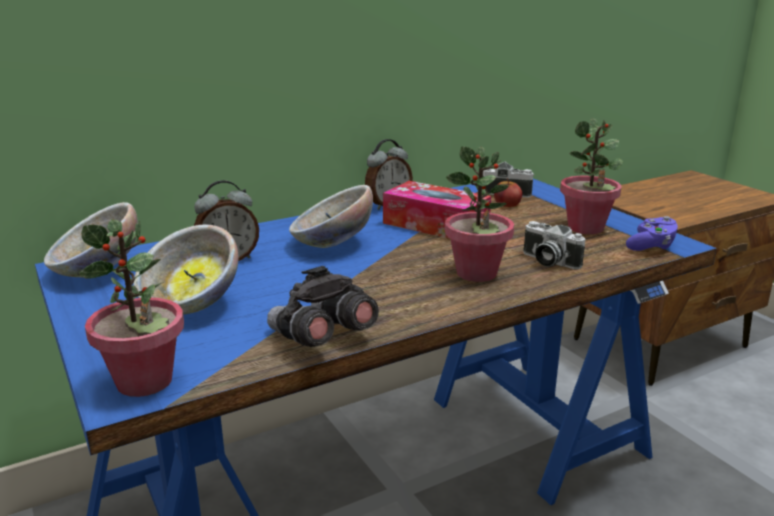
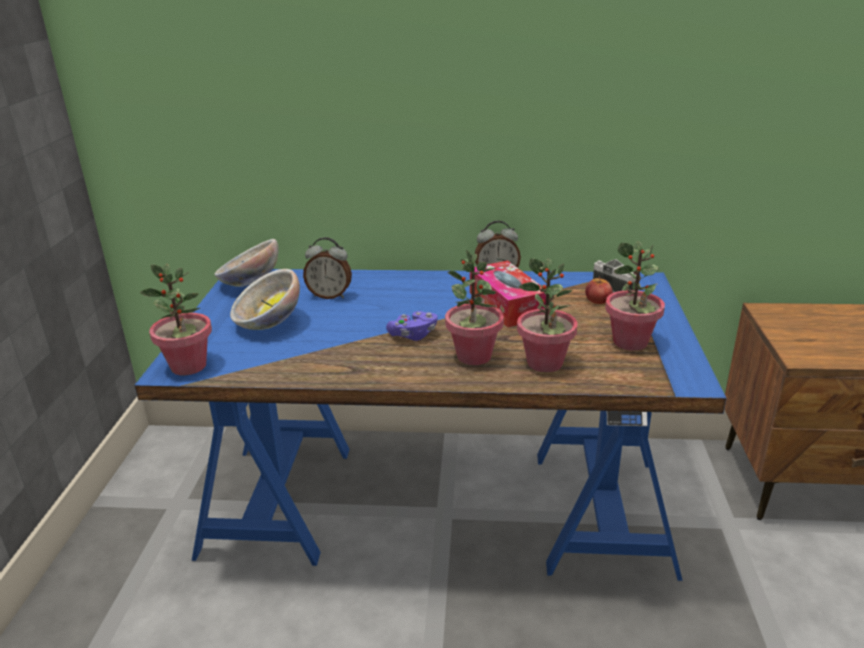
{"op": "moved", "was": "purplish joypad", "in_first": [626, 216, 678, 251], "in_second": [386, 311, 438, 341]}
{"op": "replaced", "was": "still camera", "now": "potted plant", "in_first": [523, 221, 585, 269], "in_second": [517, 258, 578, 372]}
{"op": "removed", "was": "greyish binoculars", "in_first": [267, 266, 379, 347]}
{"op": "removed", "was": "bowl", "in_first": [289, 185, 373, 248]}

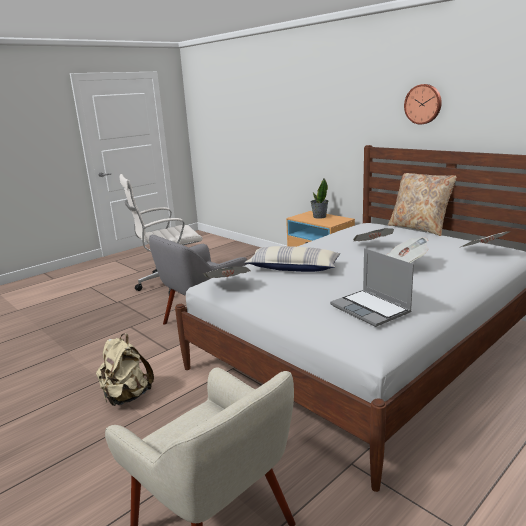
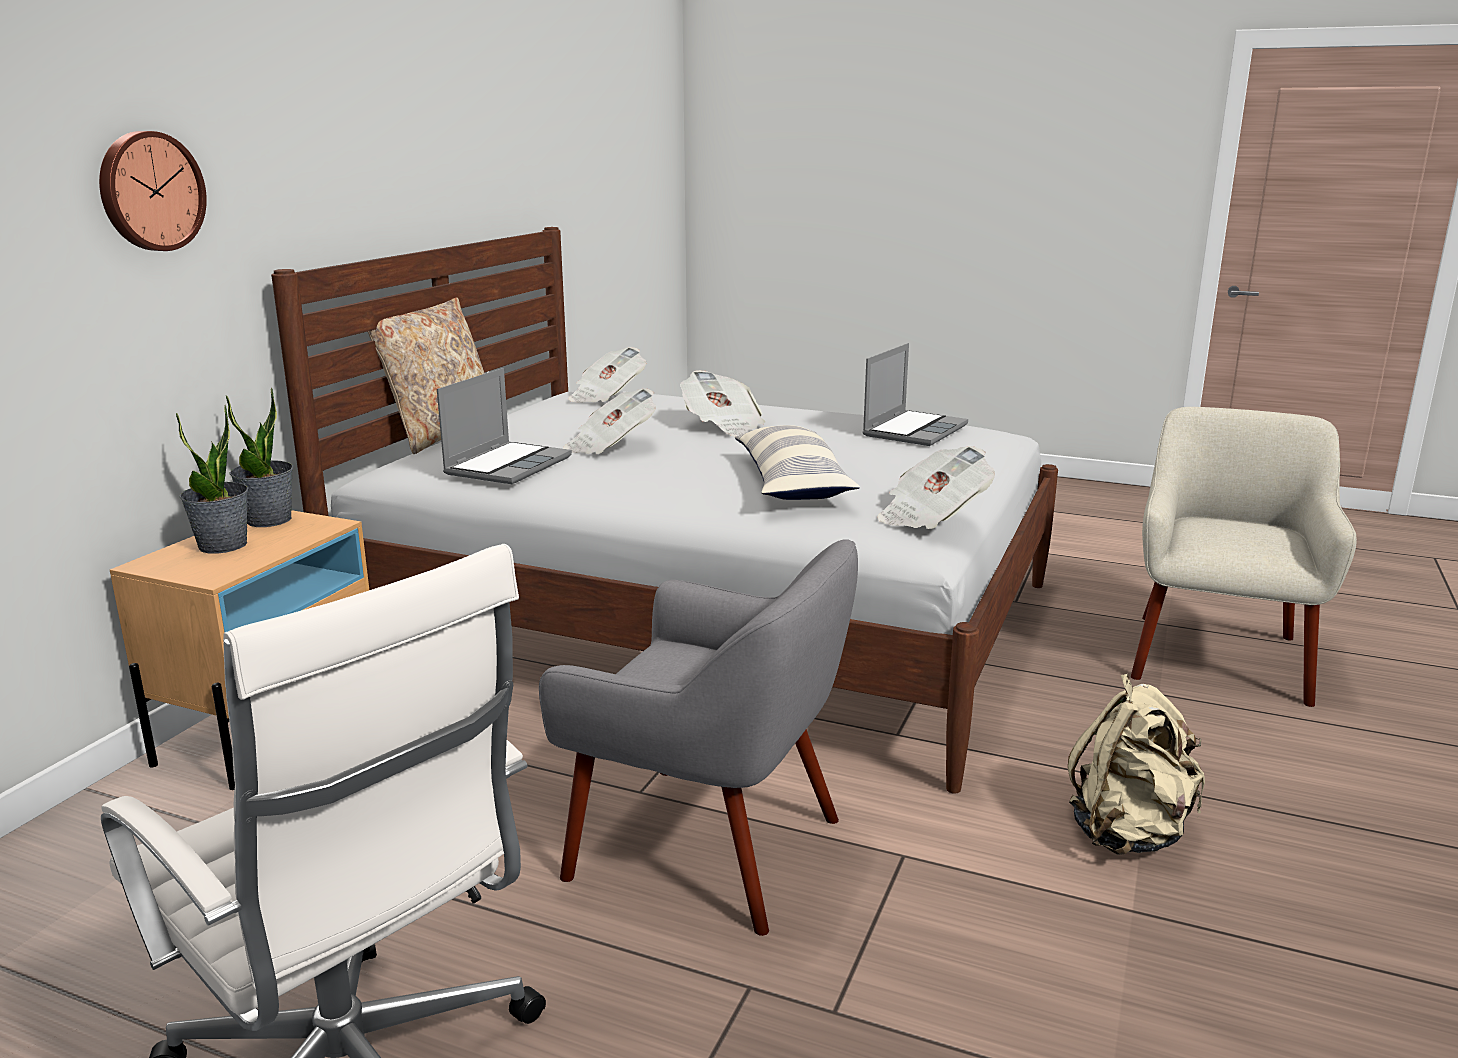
{"op": "moved", "was": "hanging clock", "in_first": [404, 84, 442, 124], "in_second": [99, 131, 207, 251]}
{"op": "added", "now": "potted plant", "in_second": [226, 387, 293, 527]}
{"op": "added", "now": "laptop", "in_second": [437, 368, 572, 484]}

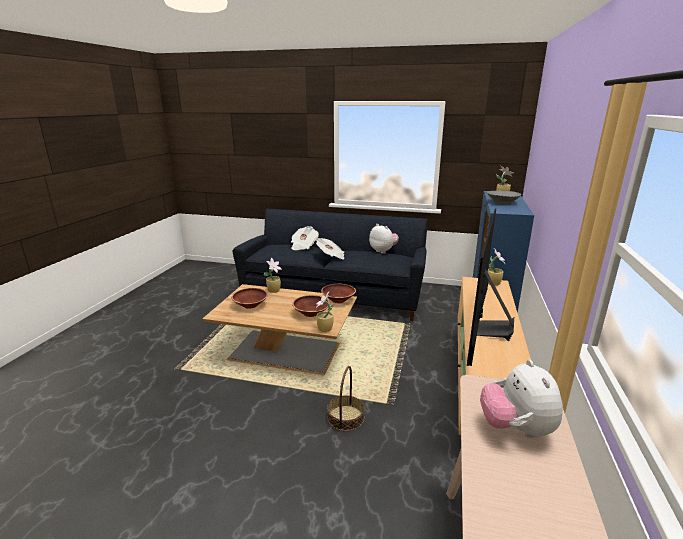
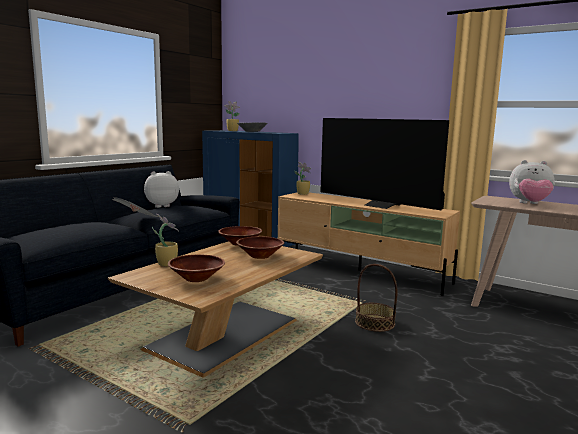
{"op": "removed", "was": "newspaper", "in_first": [291, 226, 319, 250]}
{"op": "removed", "was": "potted plant", "in_first": [316, 291, 334, 332]}

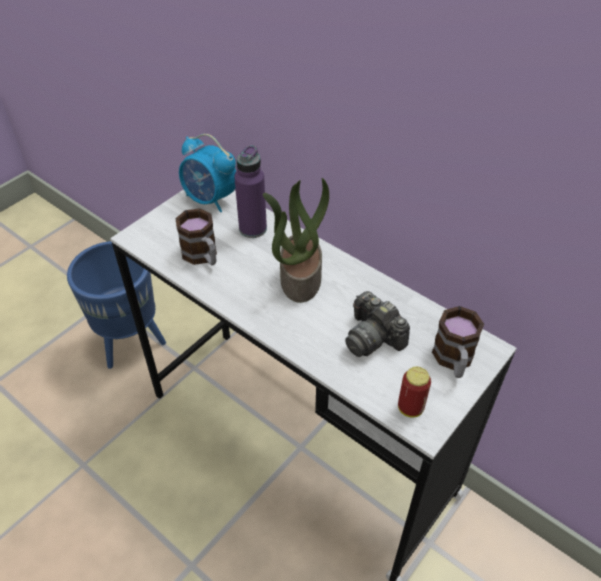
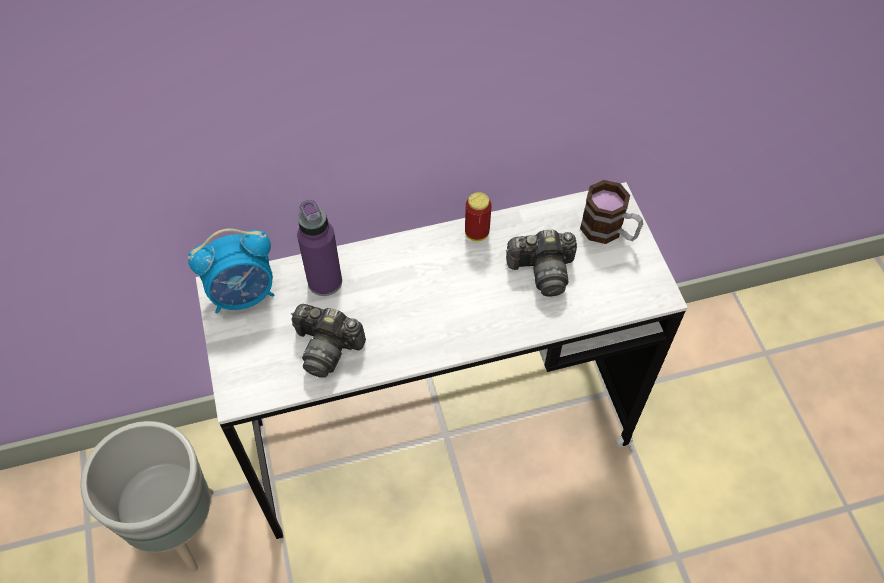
{"op": "recoloured", "was": "bluish flower pot", "now": "greyish flower pot", "in_first": [67, 241, 166, 369], "in_second": [80, 421, 214, 572]}
{"op": "replaced", "was": "tea mug", "now": "still camera", "in_first": [175, 208, 217, 265], "in_second": [291, 304, 366, 378]}
{"op": "moved", "was": "sealed can", "in_first": [398, 366, 431, 417], "in_second": [465, 192, 492, 241]}
{"op": "removed", "was": "potted plant", "in_first": [263, 178, 329, 303]}

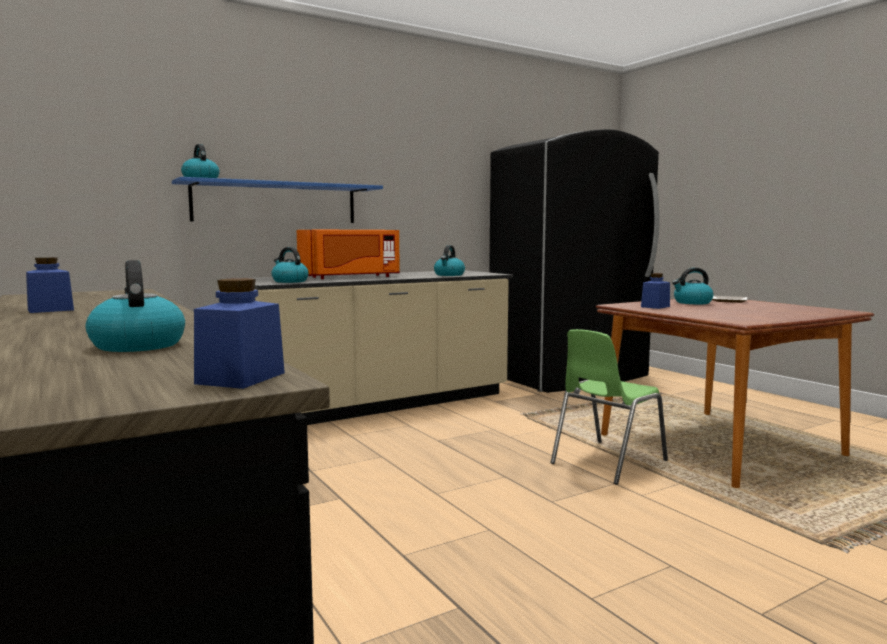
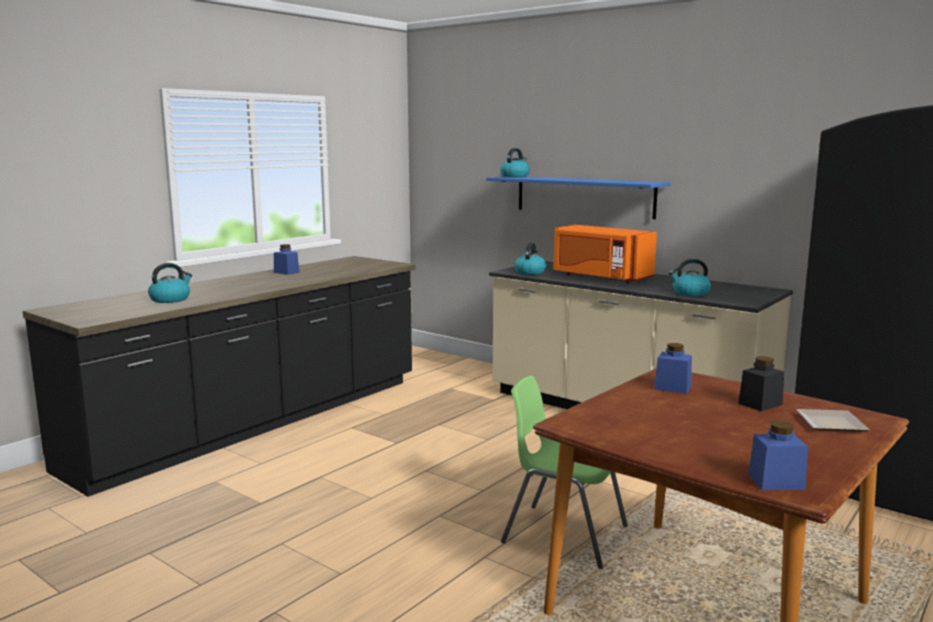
{"op": "replaced", "was": "tea kettle", "now": "blackish jar", "in_first": [672, 268, 714, 304], "in_second": [738, 356, 784, 411]}
{"op": "moved", "was": "bluish jar", "in_first": [194, 278, 285, 389], "in_second": [748, 420, 808, 490]}

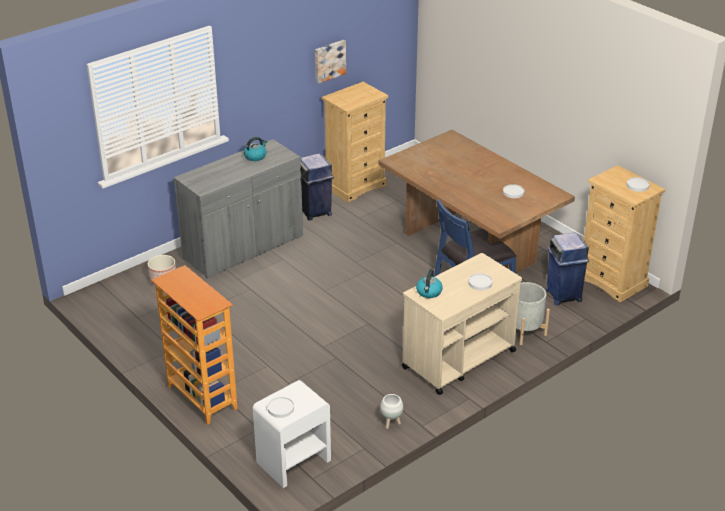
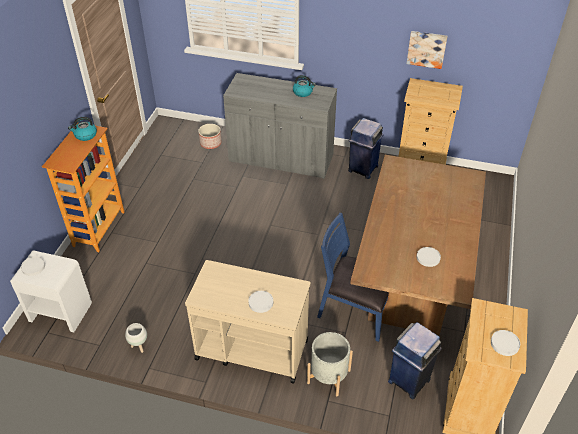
{"op": "moved", "was": "tea kettle", "in_first": [416, 269, 443, 298], "in_second": [68, 117, 97, 141]}

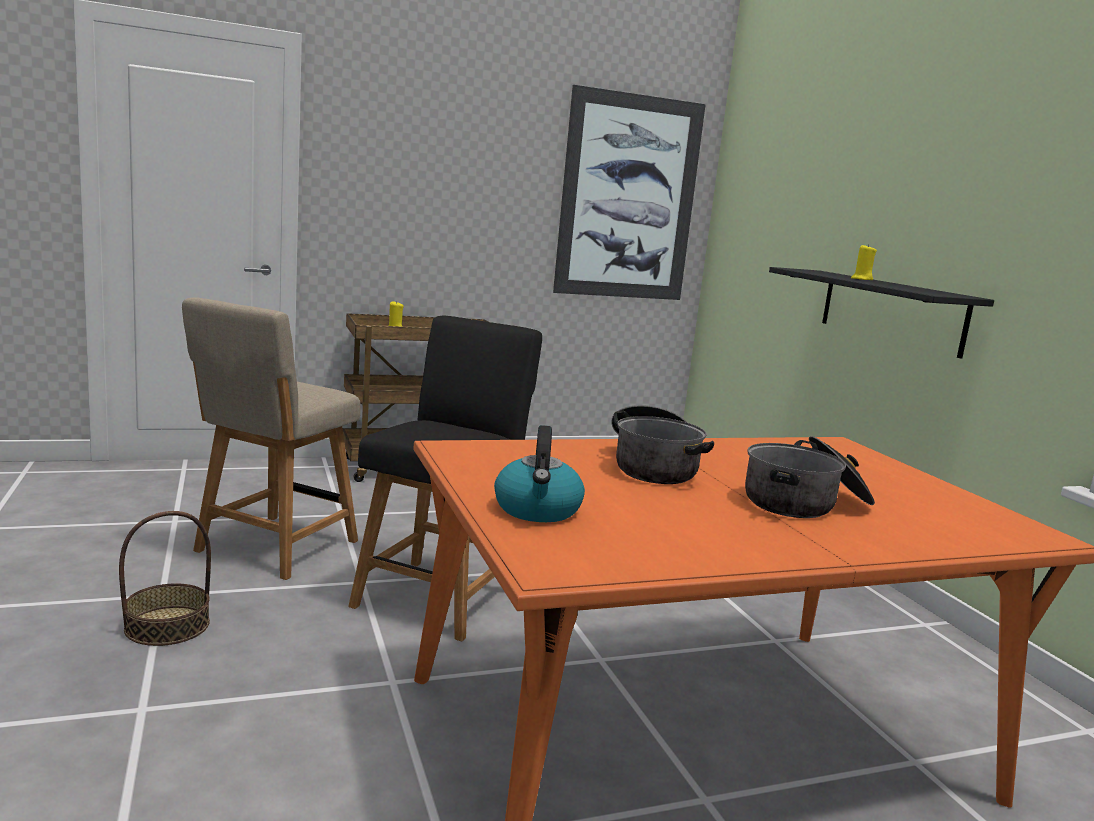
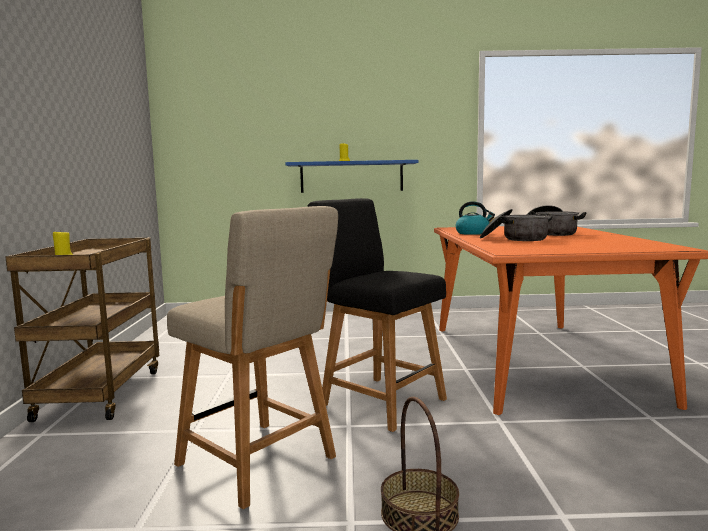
{"op": "recoloured", "was": "blackish bracket shelf", "now": "bluish bracket shelf", "in_first": [769, 267, 994, 359], "in_second": [285, 160, 418, 193]}
{"op": "moved", "was": "tea kettle", "in_first": [494, 425, 585, 522], "in_second": [456, 201, 495, 235]}
{"op": "removed", "was": "wall picture", "in_first": [553, 85, 706, 300]}

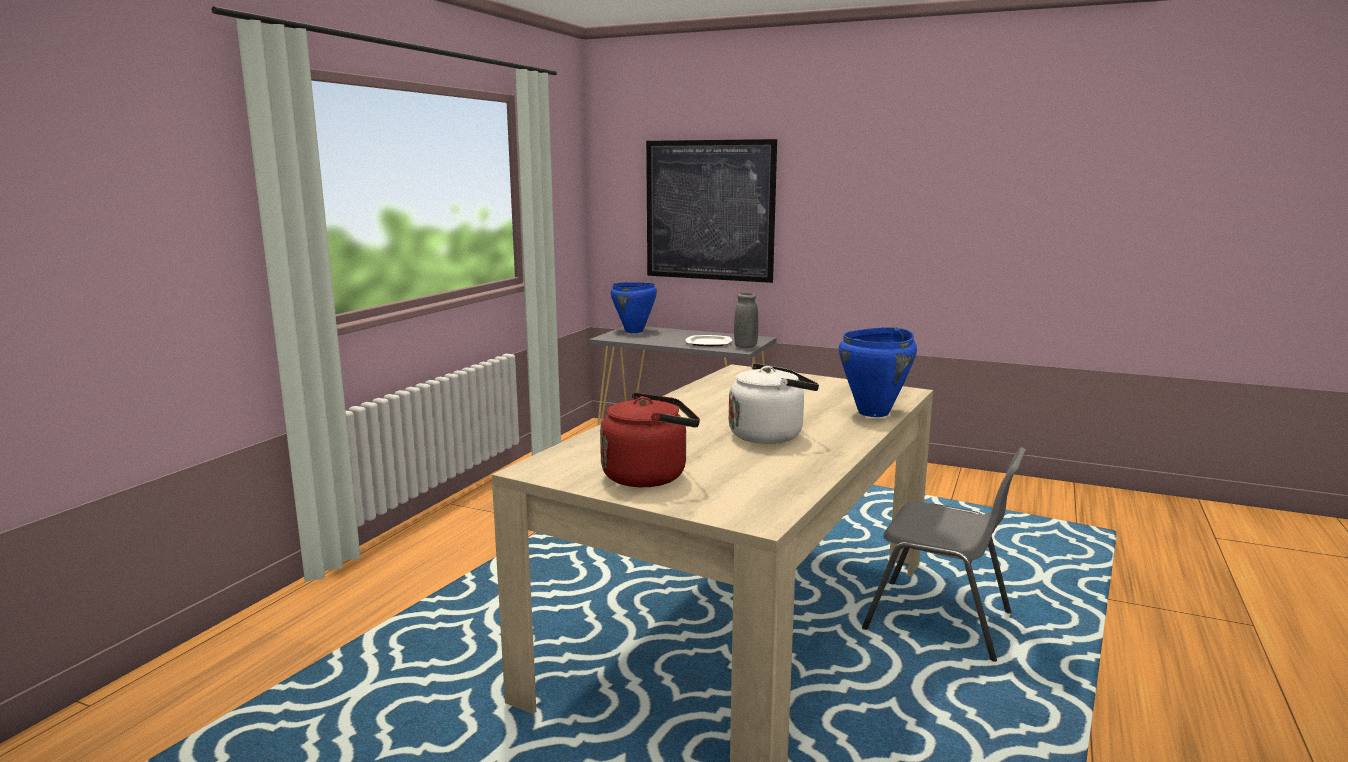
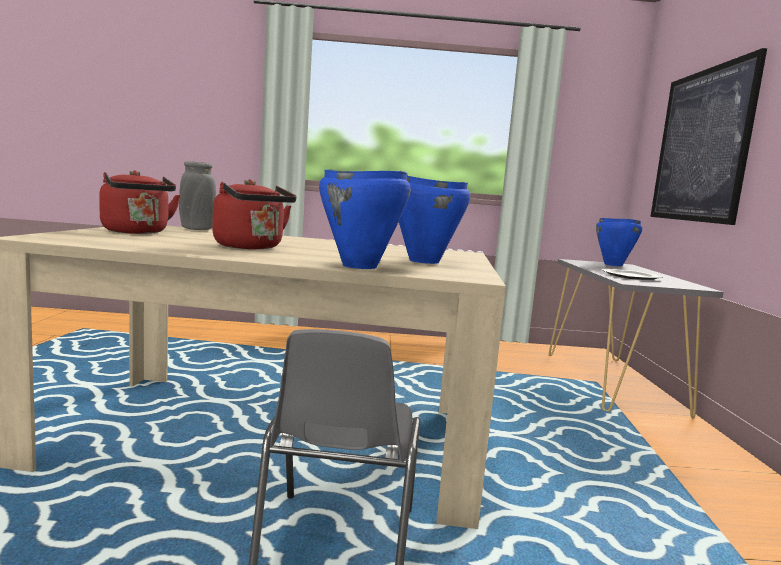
{"op": "moved", "was": "greyish decorative vase", "in_first": [734, 293, 758, 348], "in_second": [179, 161, 216, 230]}
{"op": "recoloured", "was": "white-coloured tea kettle", "now": "red tea kettle", "in_first": [729, 363, 819, 444], "in_second": [212, 179, 297, 249]}
{"op": "added", "now": "bluish stockpot", "in_second": [399, 176, 470, 264]}

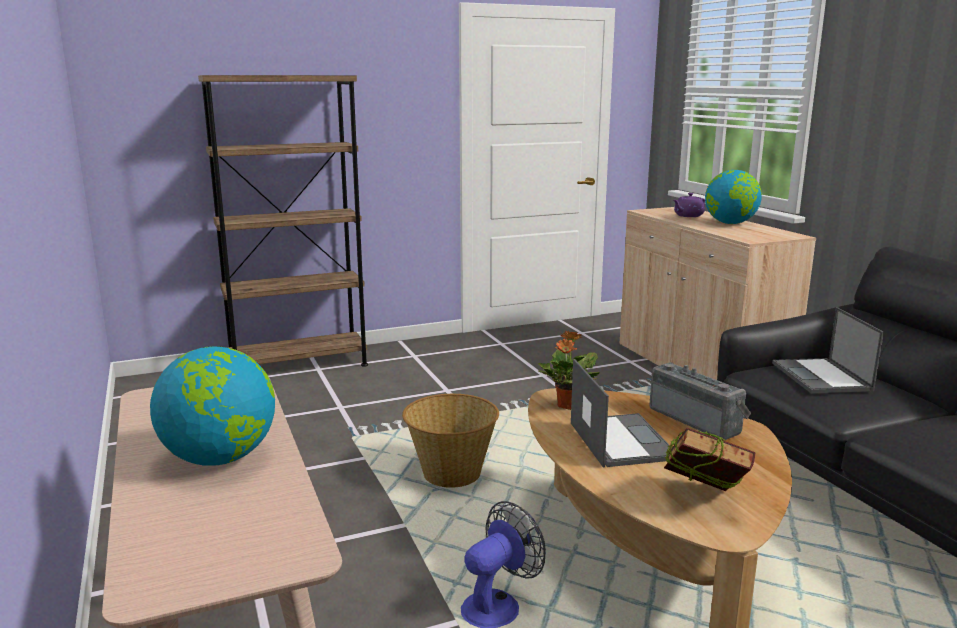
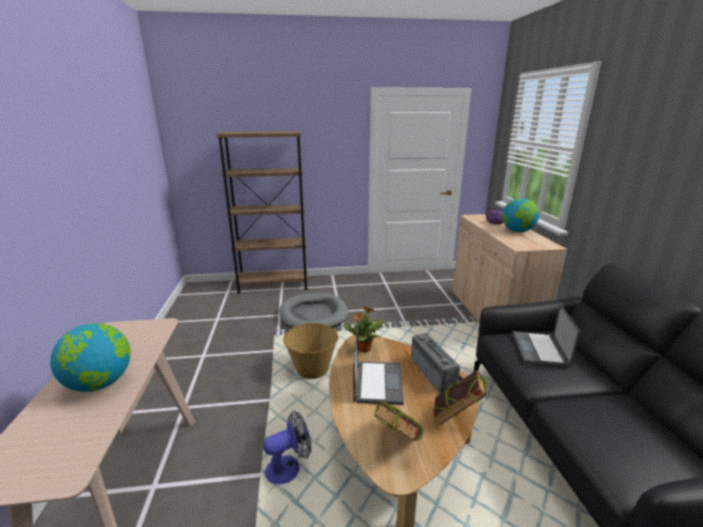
{"op": "added", "now": "greyish dog bed", "in_second": [279, 293, 348, 328]}
{"op": "added", "now": "bound book", "in_second": [432, 370, 487, 425]}

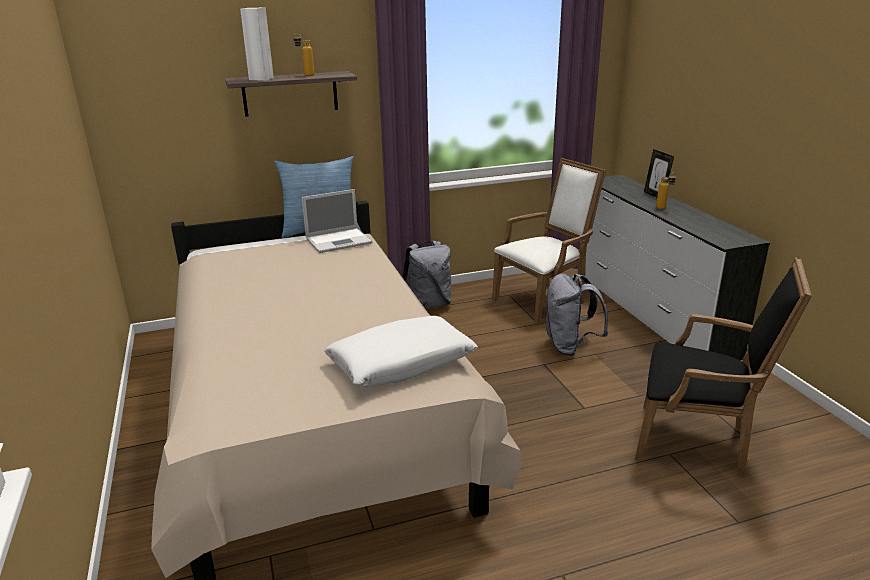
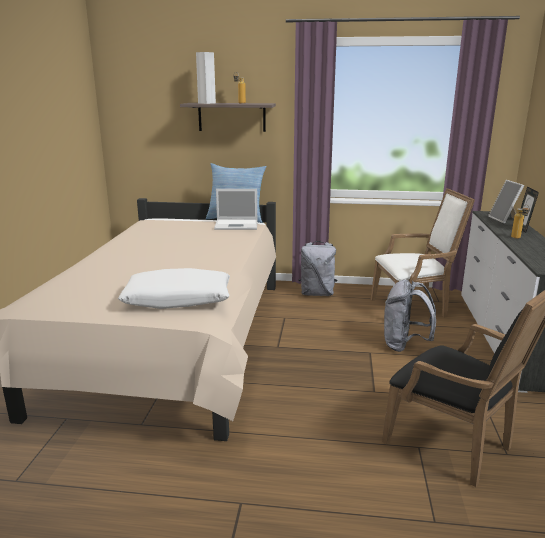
{"op": "added", "now": "photo frame", "in_second": [488, 180, 524, 223]}

